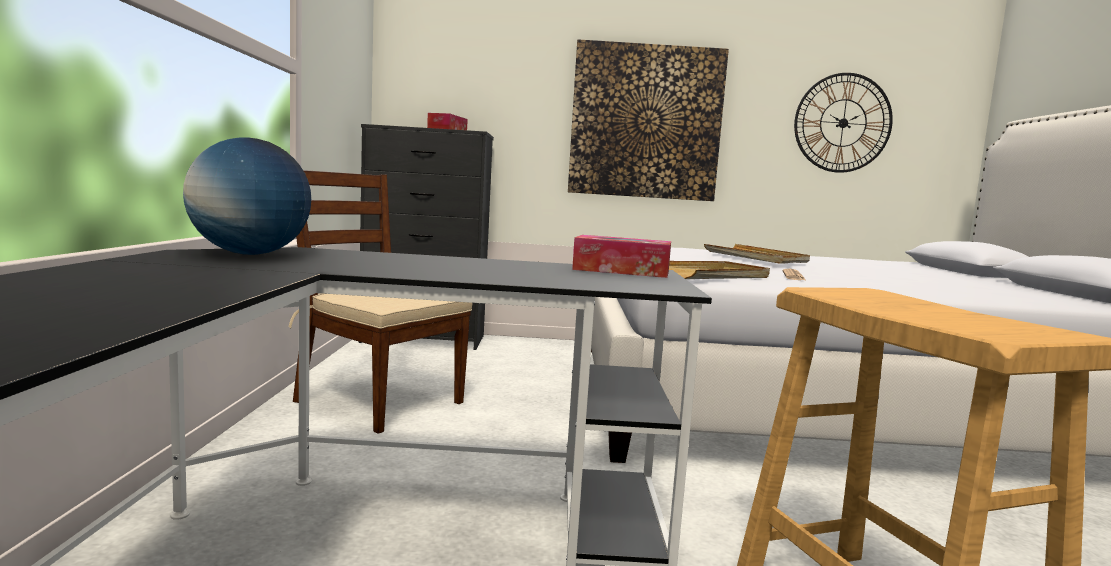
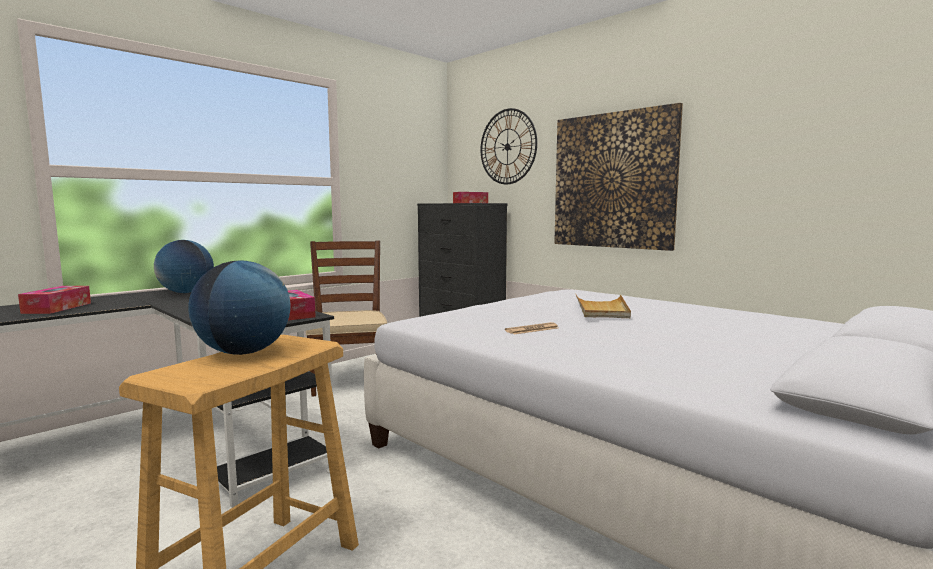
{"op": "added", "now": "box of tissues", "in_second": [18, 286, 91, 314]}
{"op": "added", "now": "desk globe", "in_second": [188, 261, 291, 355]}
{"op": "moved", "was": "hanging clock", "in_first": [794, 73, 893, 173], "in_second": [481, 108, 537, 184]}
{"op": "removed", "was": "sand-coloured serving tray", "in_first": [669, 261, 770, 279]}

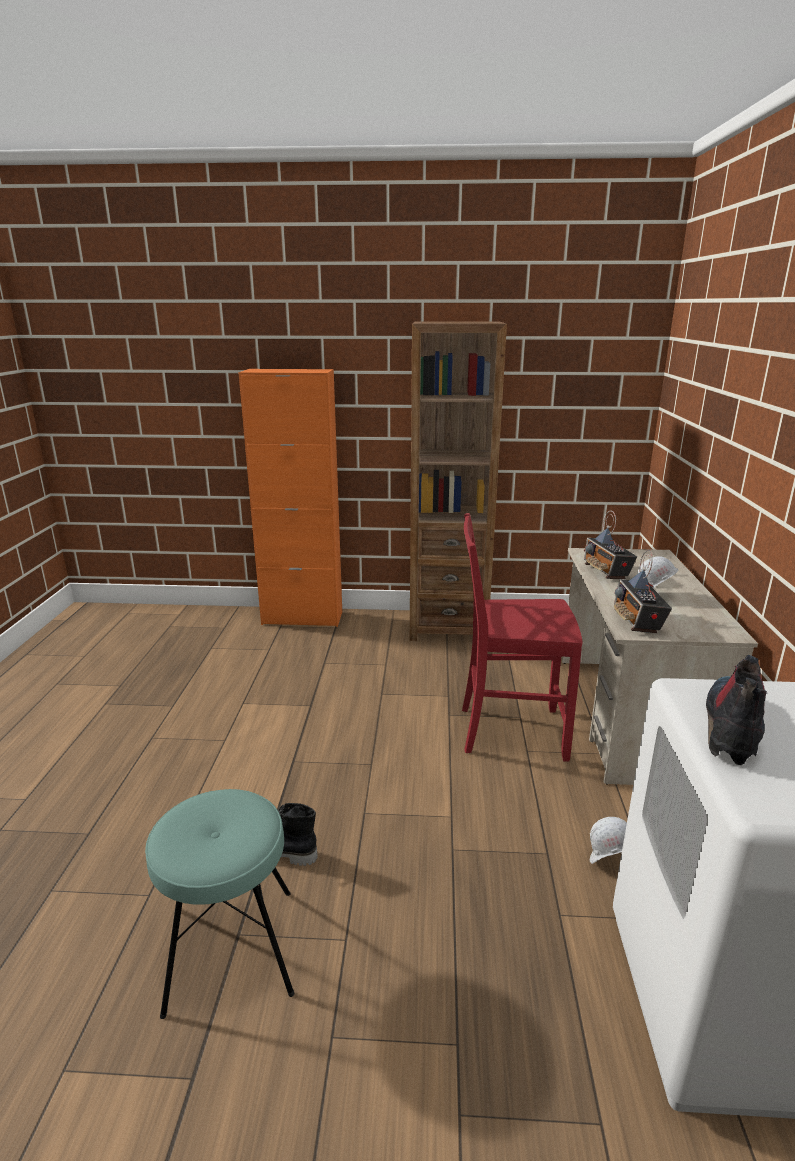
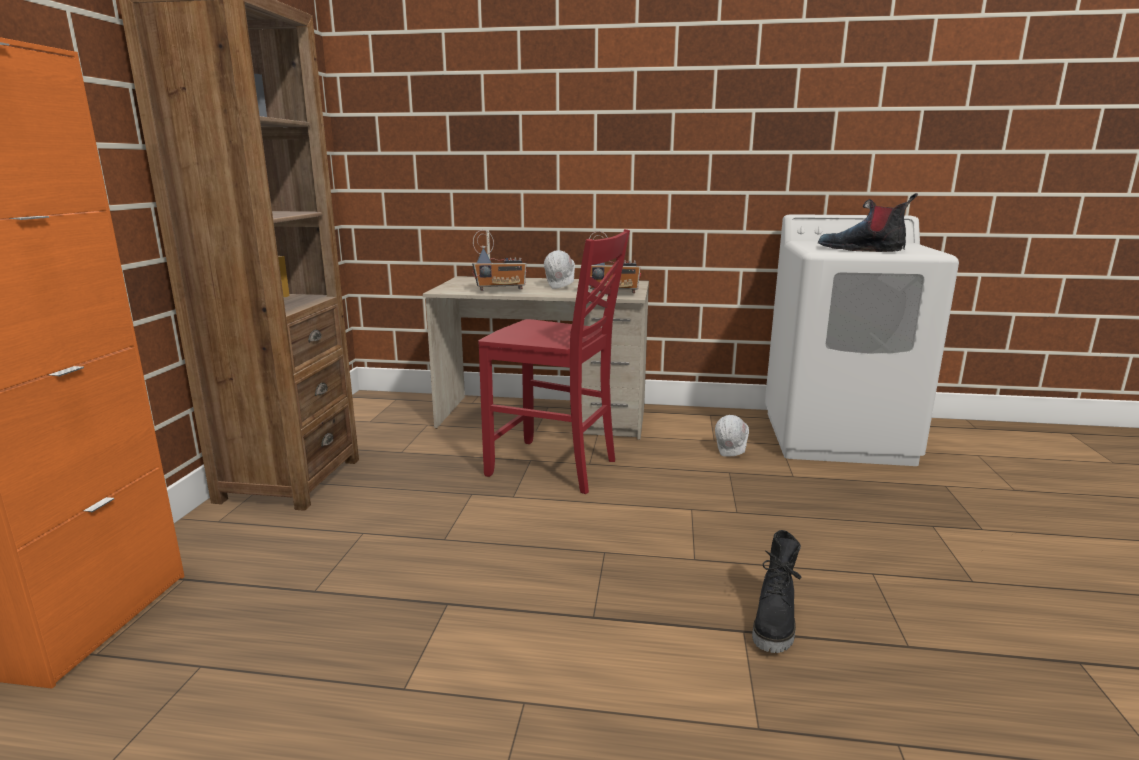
{"op": "turned", "was": "red upright chair", "in_first": [462, 513, 582, 762], "in_second": [478, 229, 630, 494], "clockwise": -75}
{"op": "removed", "was": "turquoise-coloured stool seat", "in_first": [145, 789, 294, 1019]}

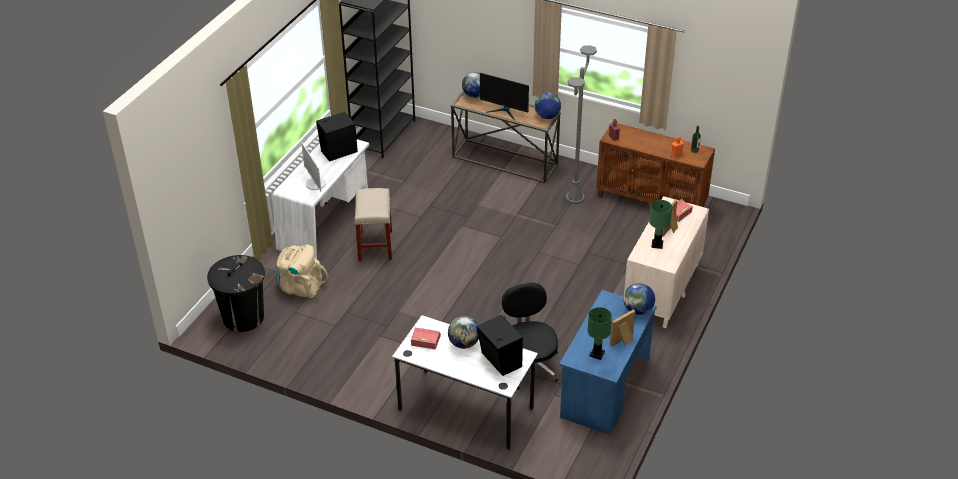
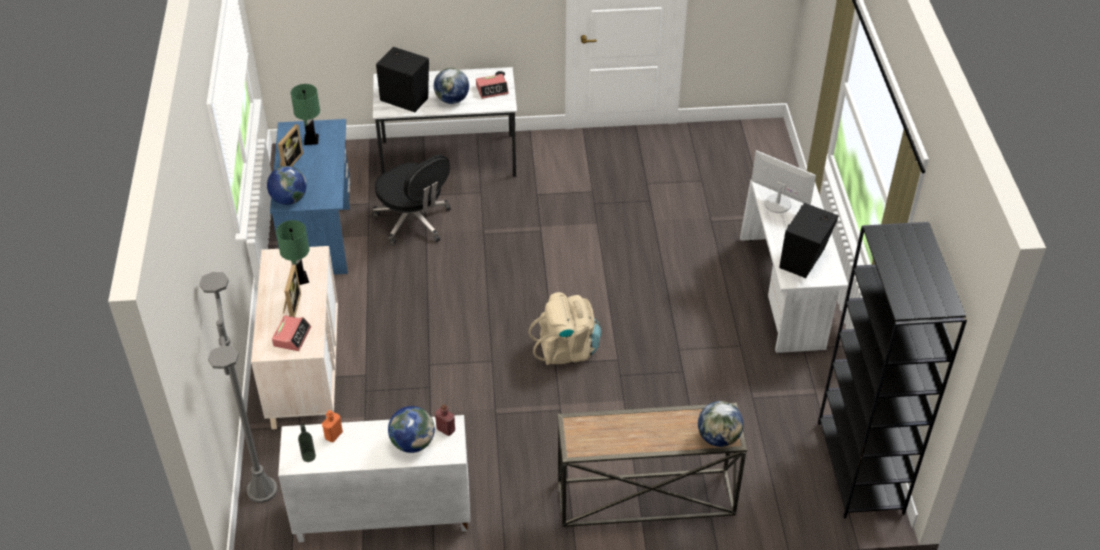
{"op": "moved", "was": "greyish standard lamp", "in_first": [566, 45, 597, 204], "in_second": [199, 272, 278, 503]}
{"op": "recoloured", "was": "brownish cabinet", "now": "white-coloured cabinet", "in_first": [596, 122, 715, 207], "in_second": [278, 415, 471, 542]}
{"op": "moved", "was": "desk globe", "in_first": [535, 93, 561, 119], "in_second": [388, 406, 435, 453]}
{"op": "moved", "was": "sand-coloured rucksack", "in_first": [276, 244, 328, 298], "in_second": [529, 292, 602, 365]}
{"op": "removed", "was": "blackish rubbish bin", "in_first": [207, 255, 265, 332]}
{"op": "removed", "was": "sand-coloured stool seat", "in_first": [355, 188, 392, 261]}
{"op": "removed", "was": "computer display", "in_first": [480, 73, 529, 120]}

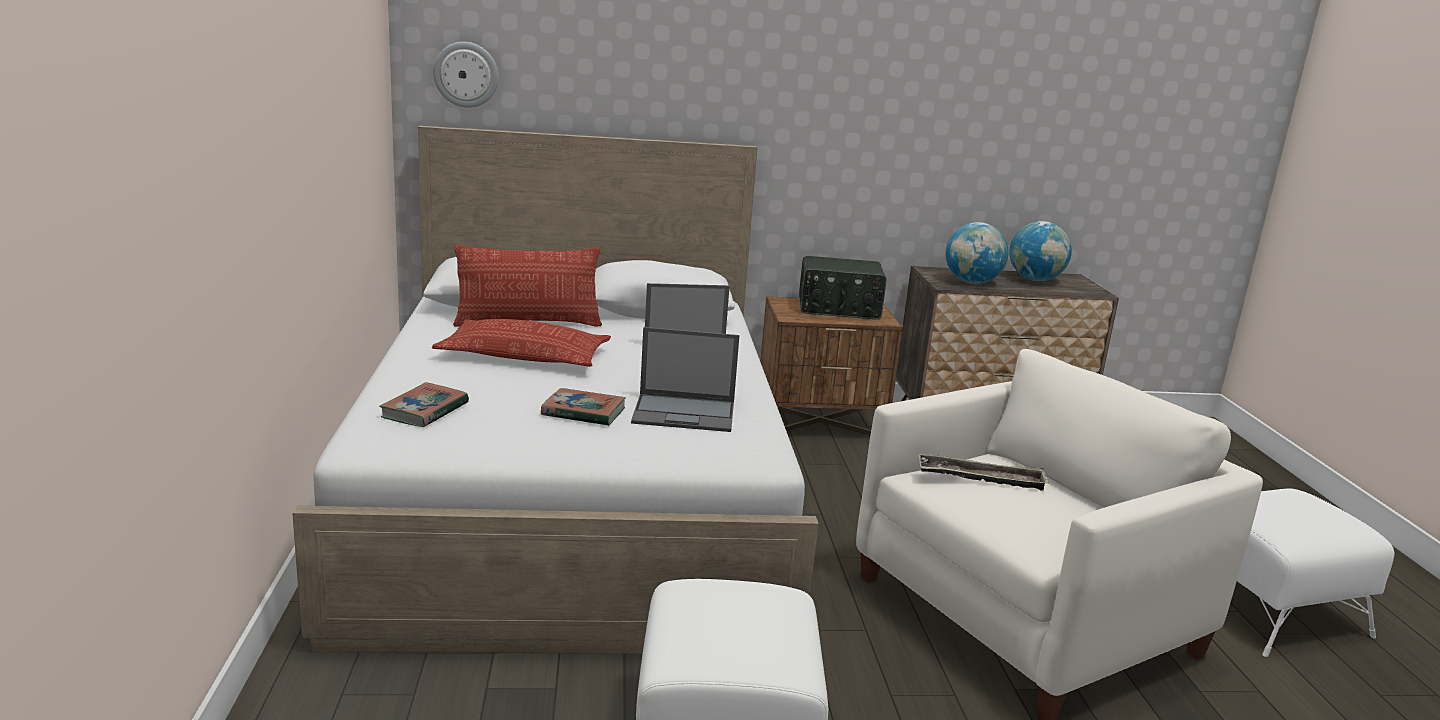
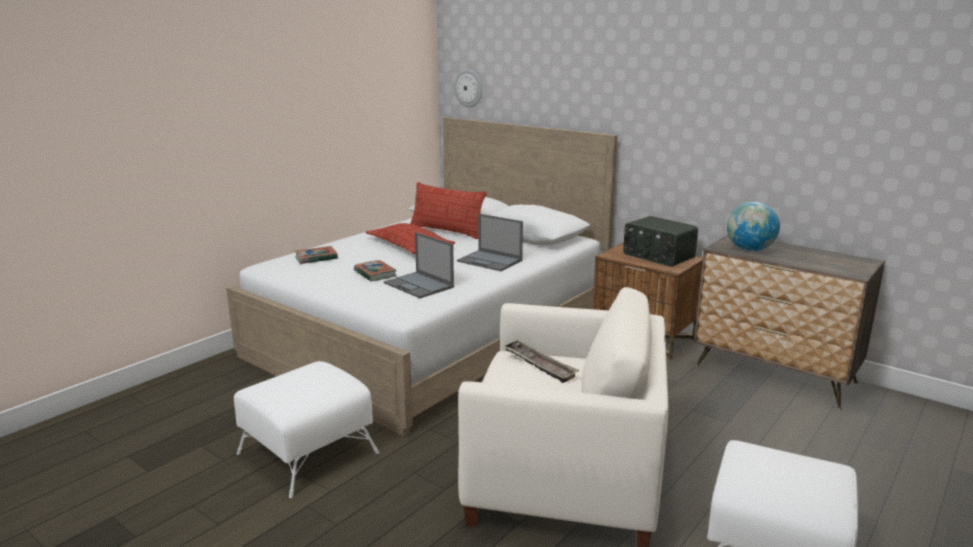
{"op": "removed", "was": "desk globe", "in_first": [1009, 221, 1072, 281]}

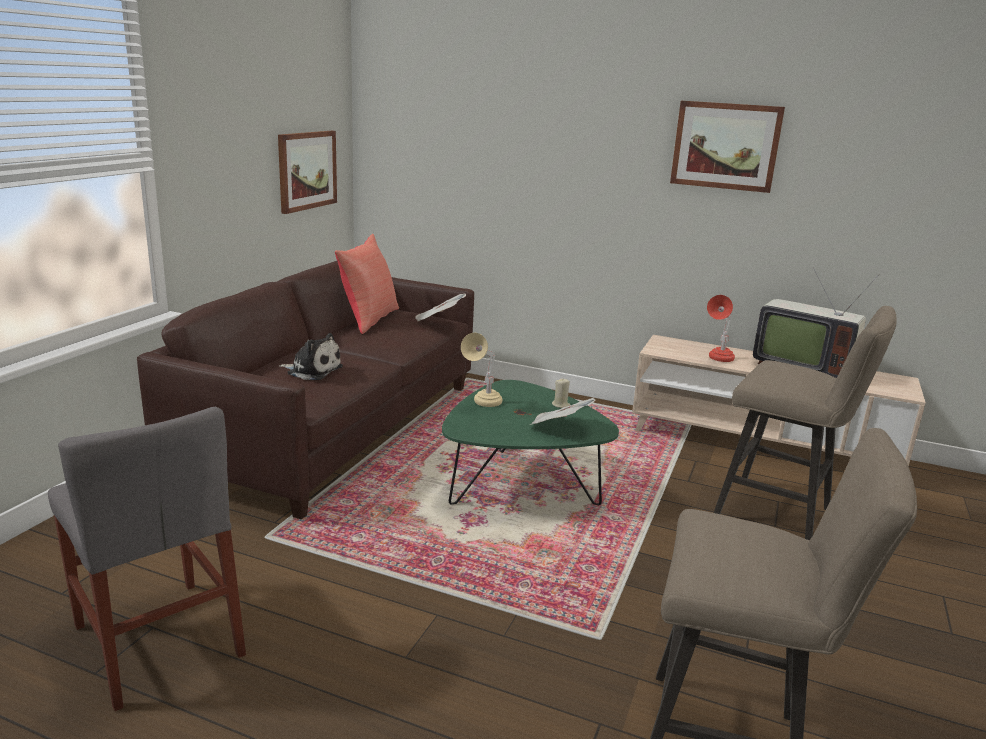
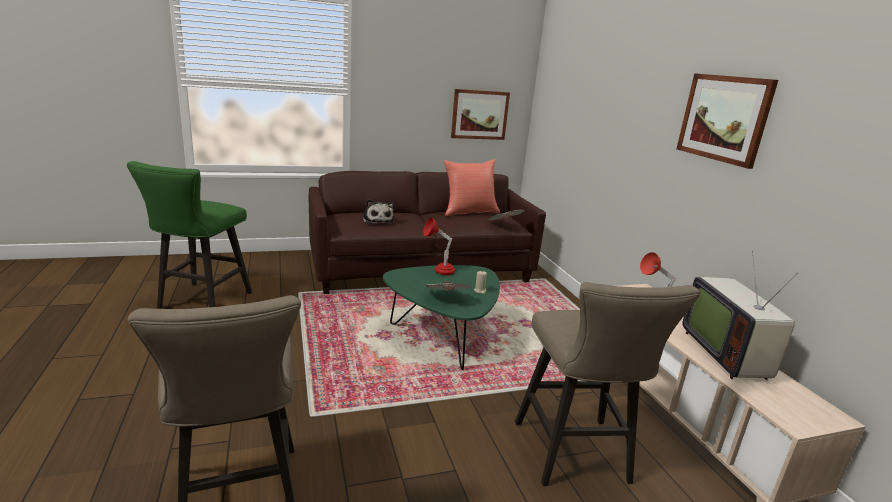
{"op": "replaced", "was": "greyish upright chair", "now": "green stool seat", "in_first": [48, 407, 246, 711], "in_second": [127, 161, 252, 309]}
{"op": "recoloured", "was": "sand-coloured table lamp", "now": "red table lamp", "in_first": [461, 333, 502, 407], "in_second": [423, 218, 455, 275]}

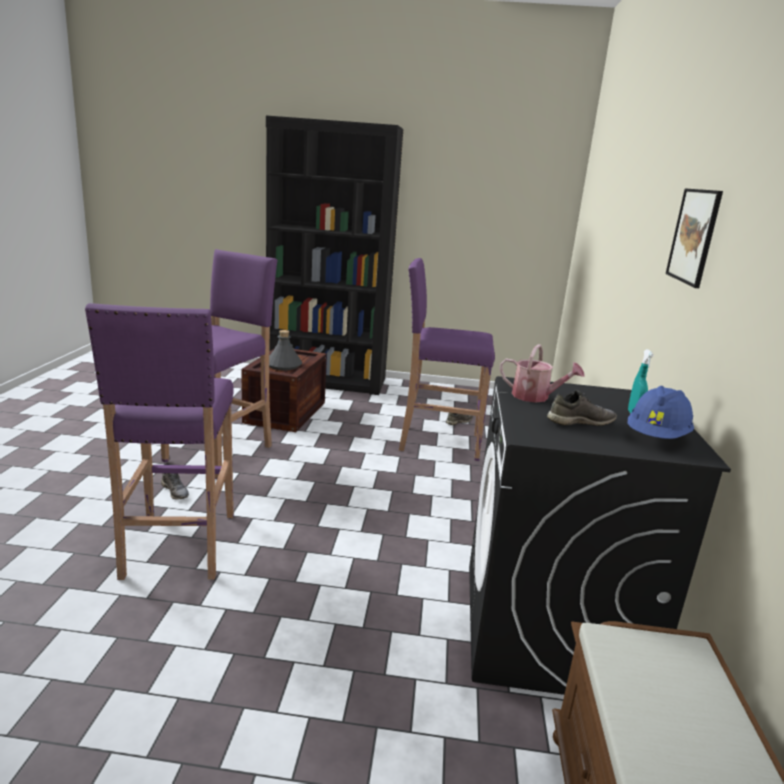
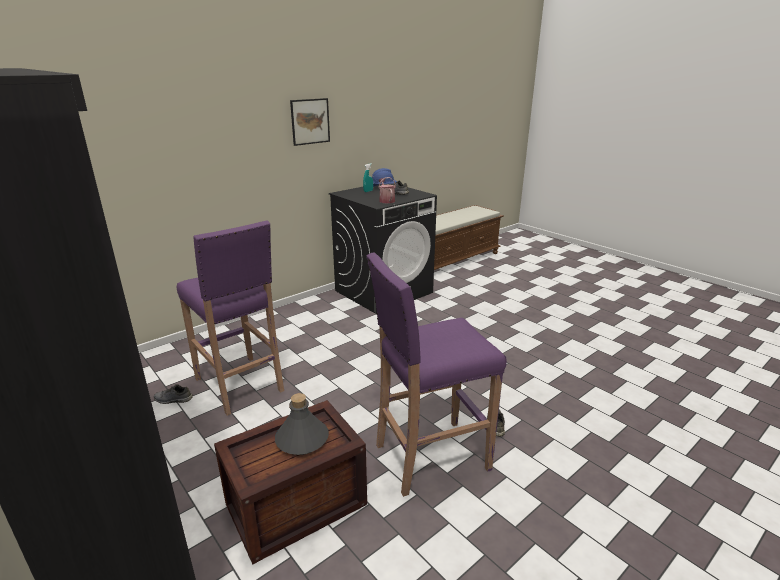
{"op": "removed", "was": "purplish stool seat", "in_first": [85, 303, 234, 580]}

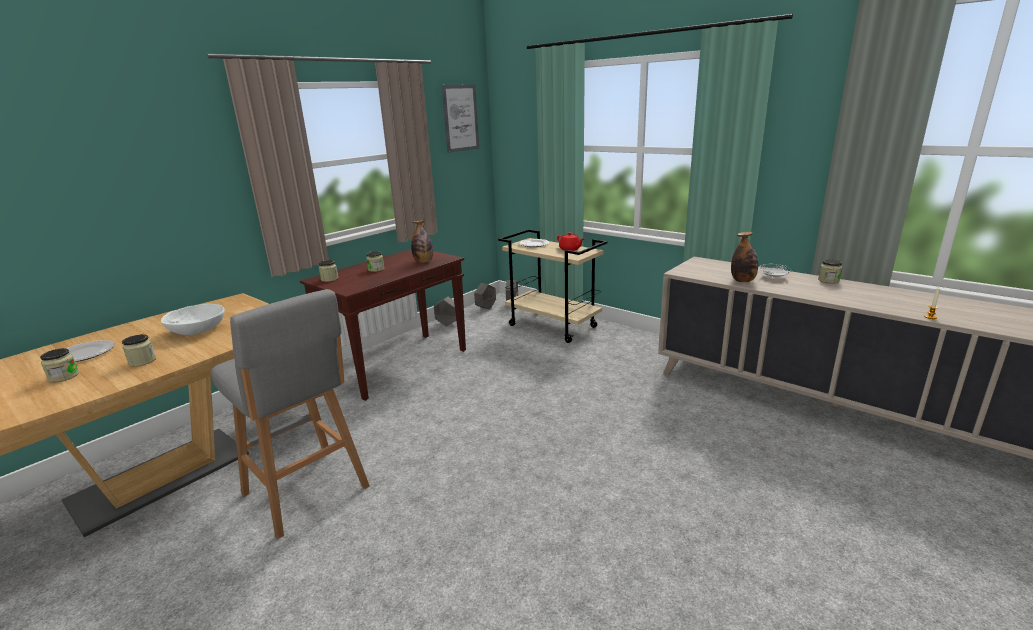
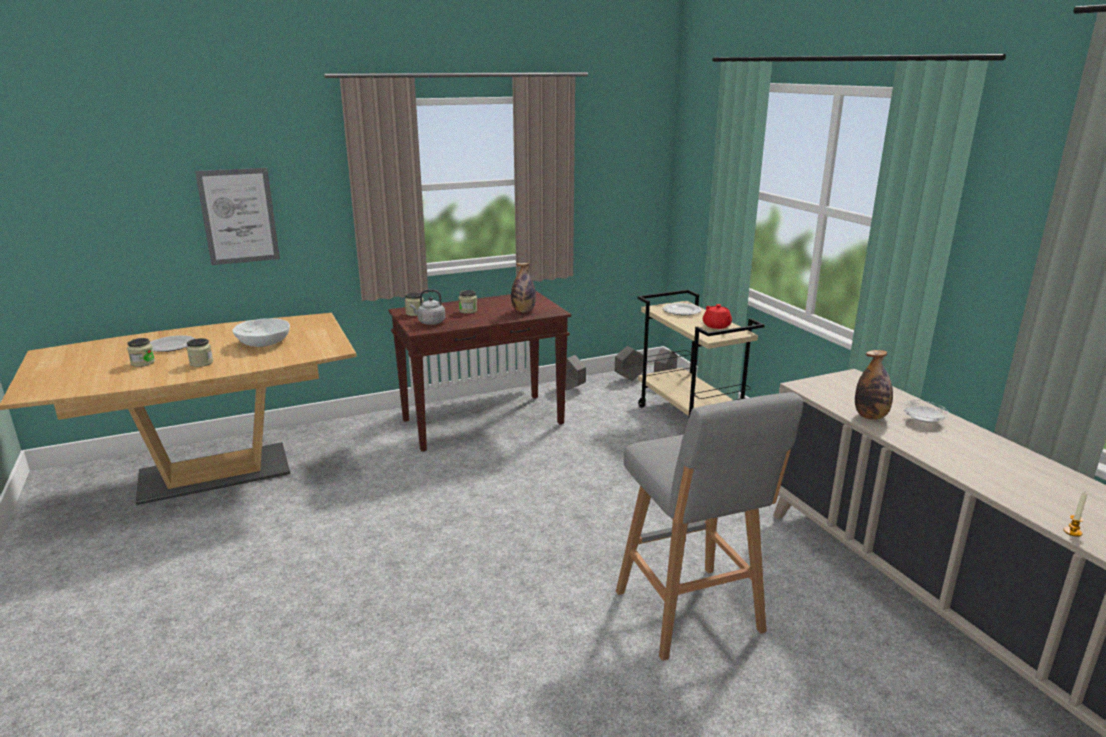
{"op": "moved", "was": "wall picture", "in_first": [442, 84, 479, 153], "in_second": [195, 168, 280, 265]}
{"op": "added", "now": "greyish tea kettle", "in_second": [410, 290, 445, 325]}
{"op": "moved", "was": "greyish stool seat", "in_first": [211, 289, 370, 539], "in_second": [616, 392, 803, 661]}
{"op": "removed", "was": "jar", "in_first": [818, 259, 842, 284]}

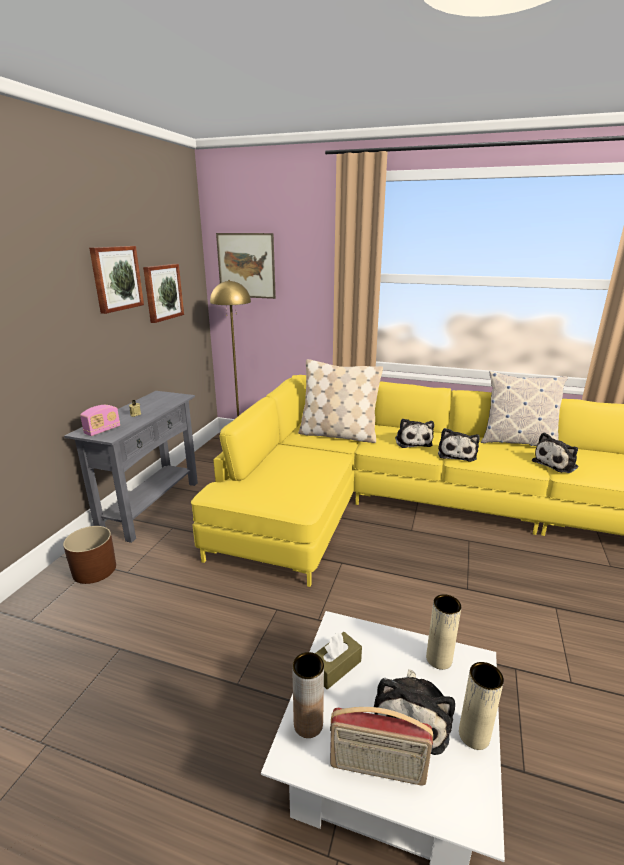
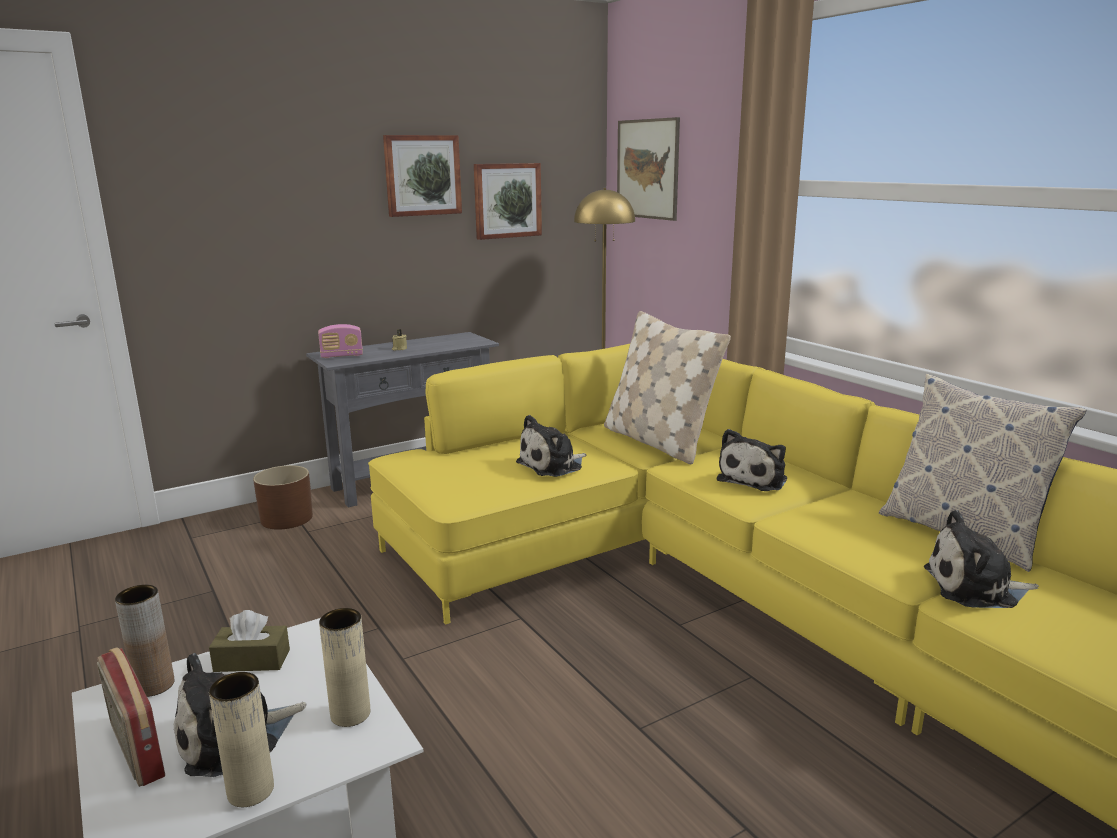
{"op": "moved", "was": "plush toy", "in_first": [438, 428, 480, 462], "in_second": [516, 415, 586, 477]}

